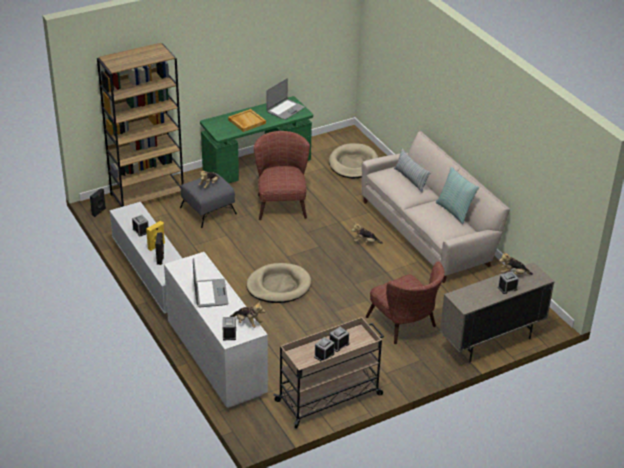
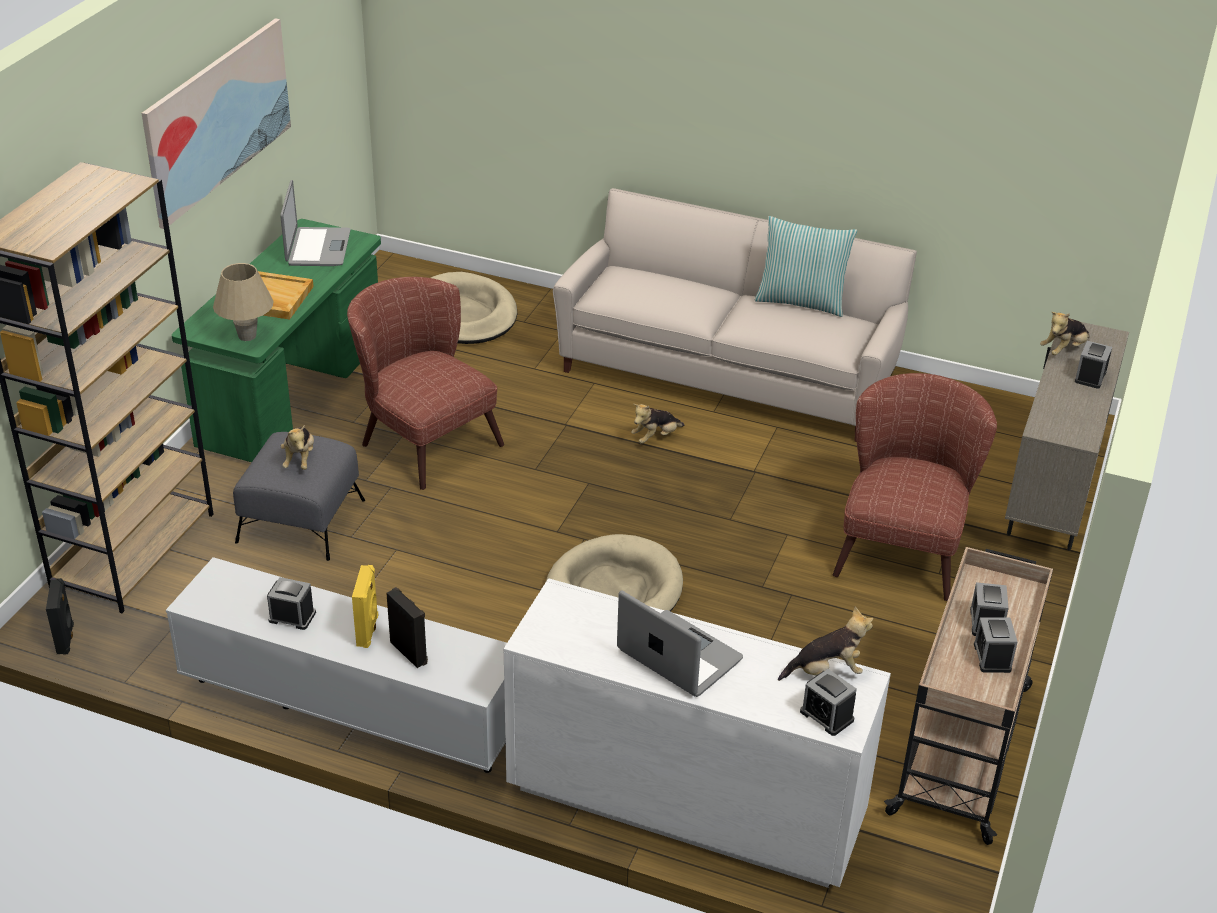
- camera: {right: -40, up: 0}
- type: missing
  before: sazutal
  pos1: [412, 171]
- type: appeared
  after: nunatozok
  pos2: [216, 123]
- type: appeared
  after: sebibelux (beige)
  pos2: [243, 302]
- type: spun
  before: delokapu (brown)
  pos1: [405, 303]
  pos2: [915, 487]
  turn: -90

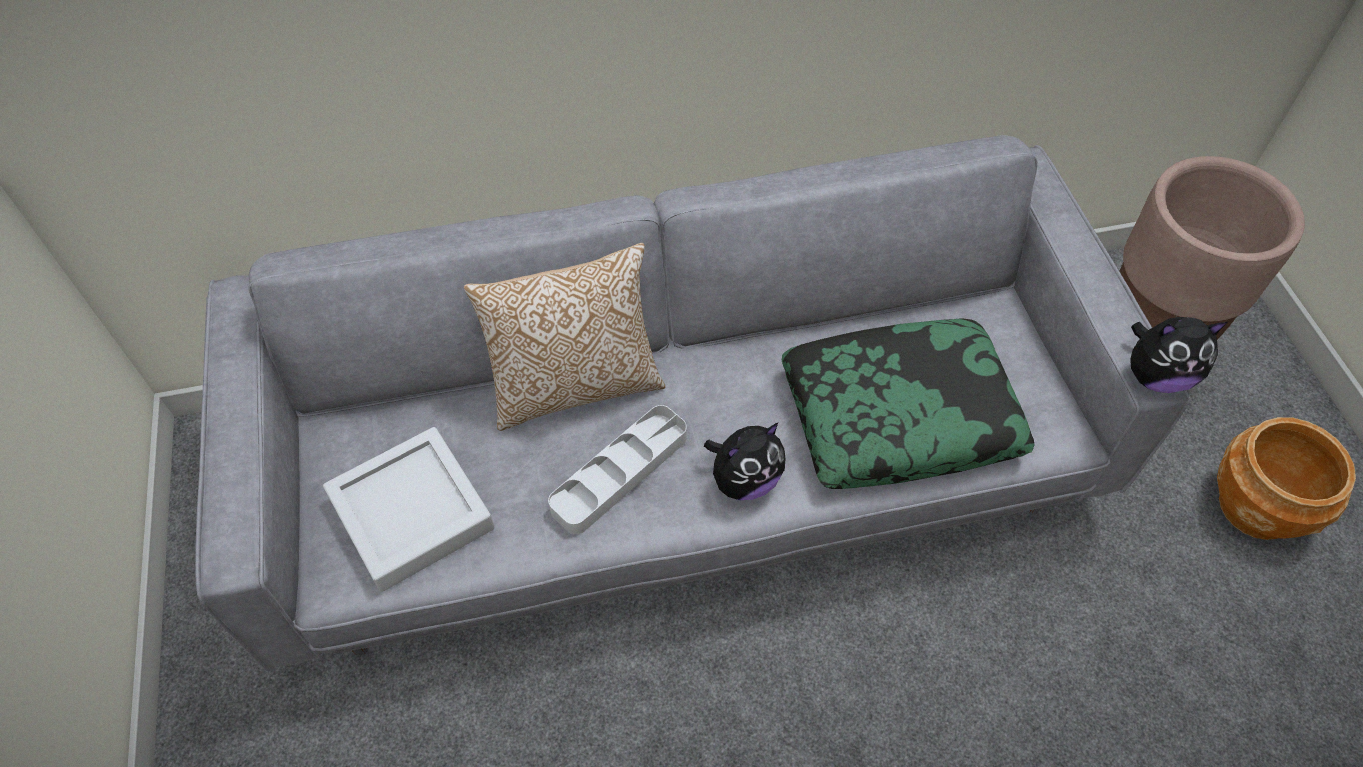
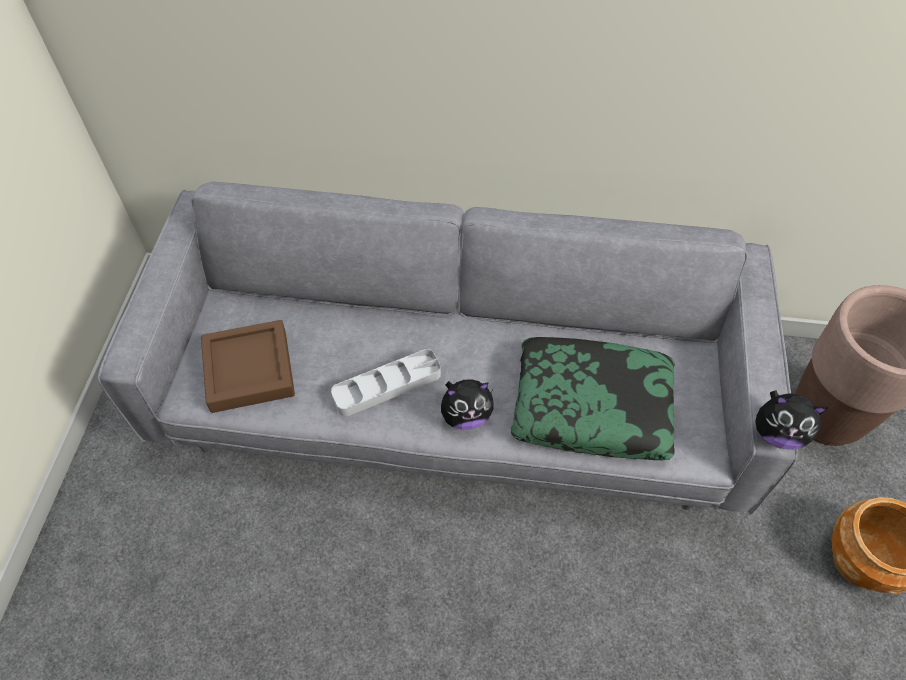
- camera: {right: 20, up: 0}
- type: missing
  before: sazutal
  pos1: [565, 337]
- type: colour
  before: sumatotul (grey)
  after: sumatotul (brown)
  pos1: [409, 509]
  pos2: [248, 366]

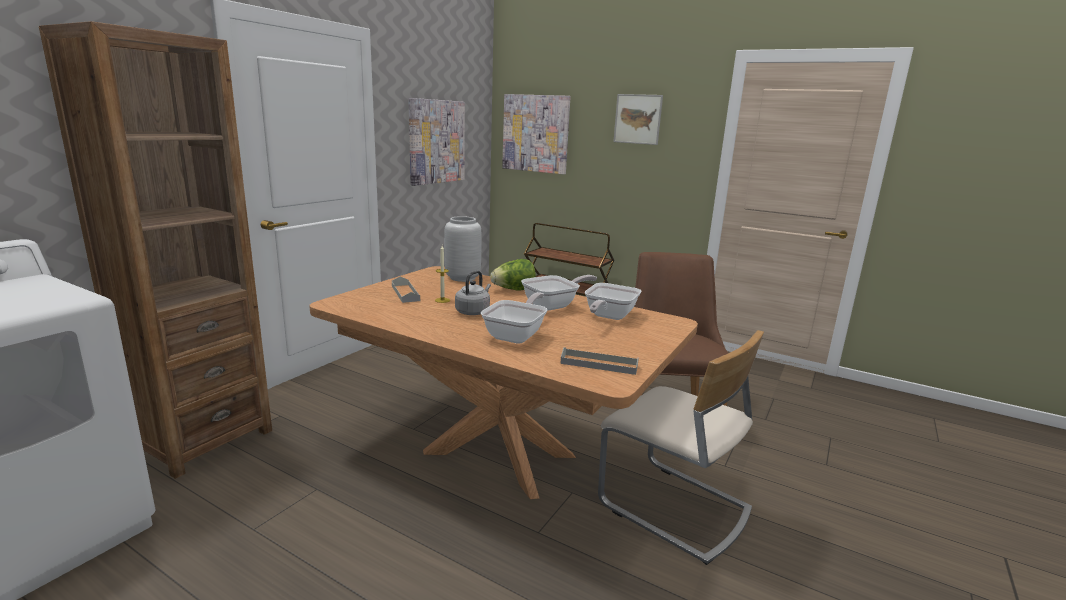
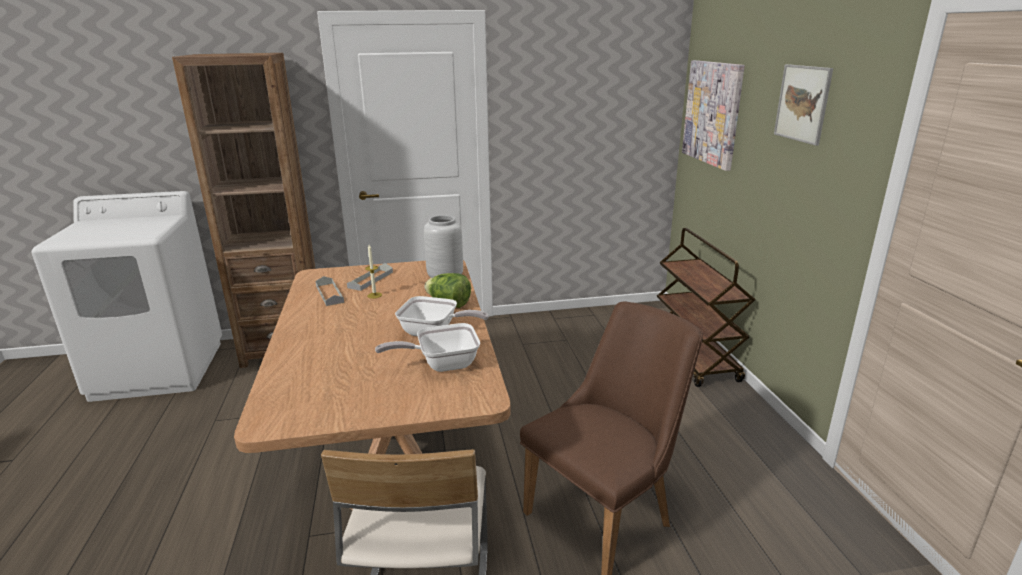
- camera: {right: 50, up: 5}
- type: missing
  before: nunatozok
  pos1: [436, 142]
- type: missing
  before: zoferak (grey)
  pos1: [473, 292]
- type: missing
  before: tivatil
  pos1: [514, 318]
- type: relocated
  before: sumatotul (grey)
  pos1: [599, 361]
  pos2: [329, 291]

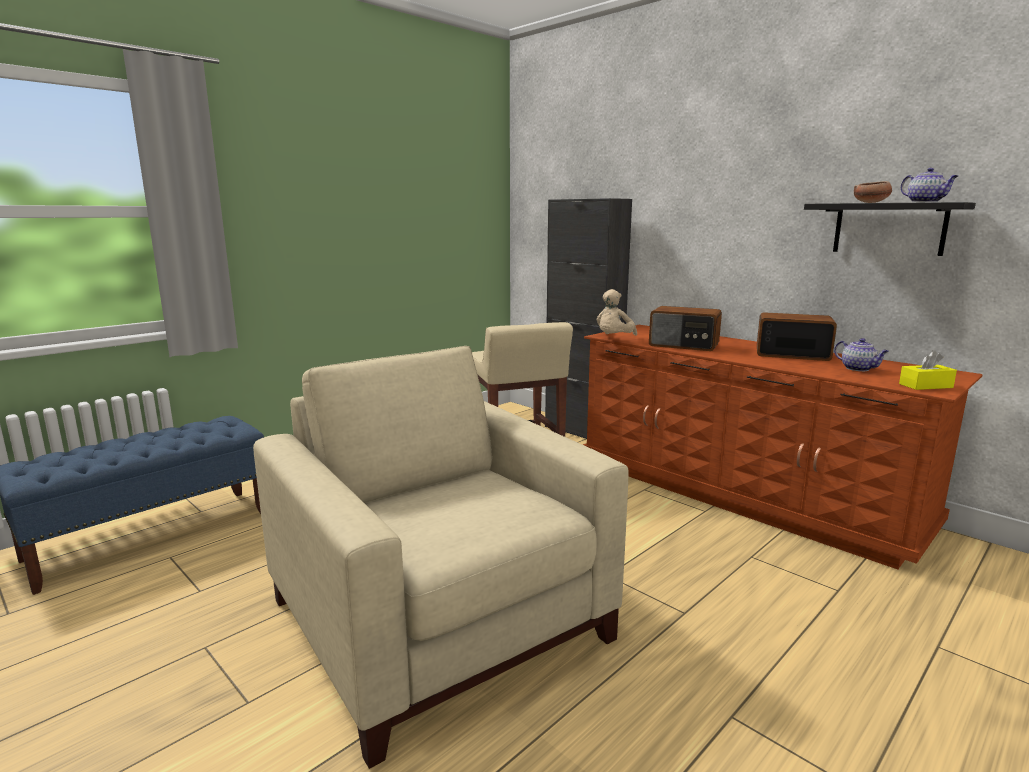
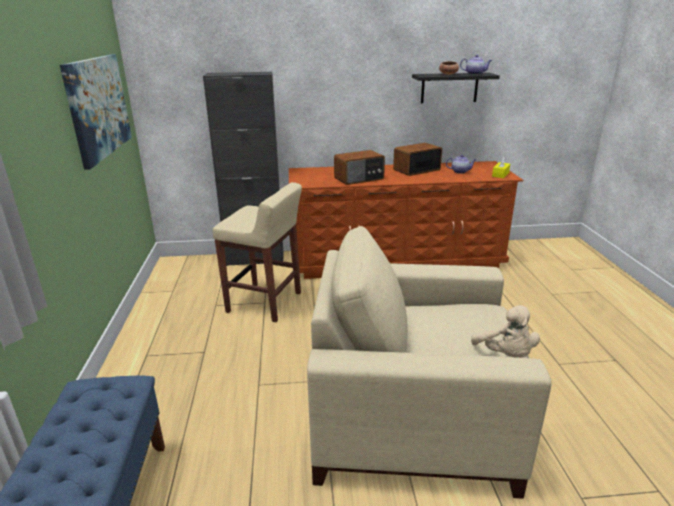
- camera: {right: -50, up: 10}
- type: appeared
  after: nunatozok
  pos2: [96, 112]
- type: relocated
  before: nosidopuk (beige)
  pos1: [617, 312]
  pos2: [505, 331]

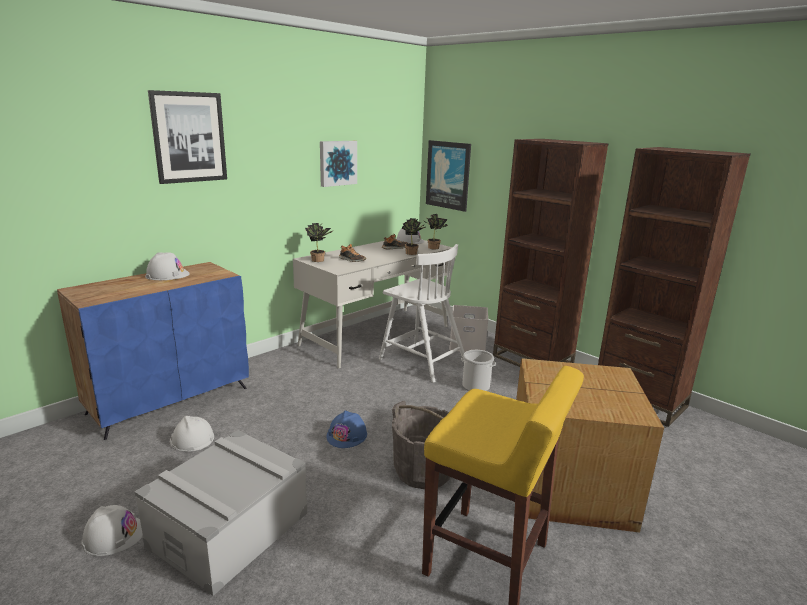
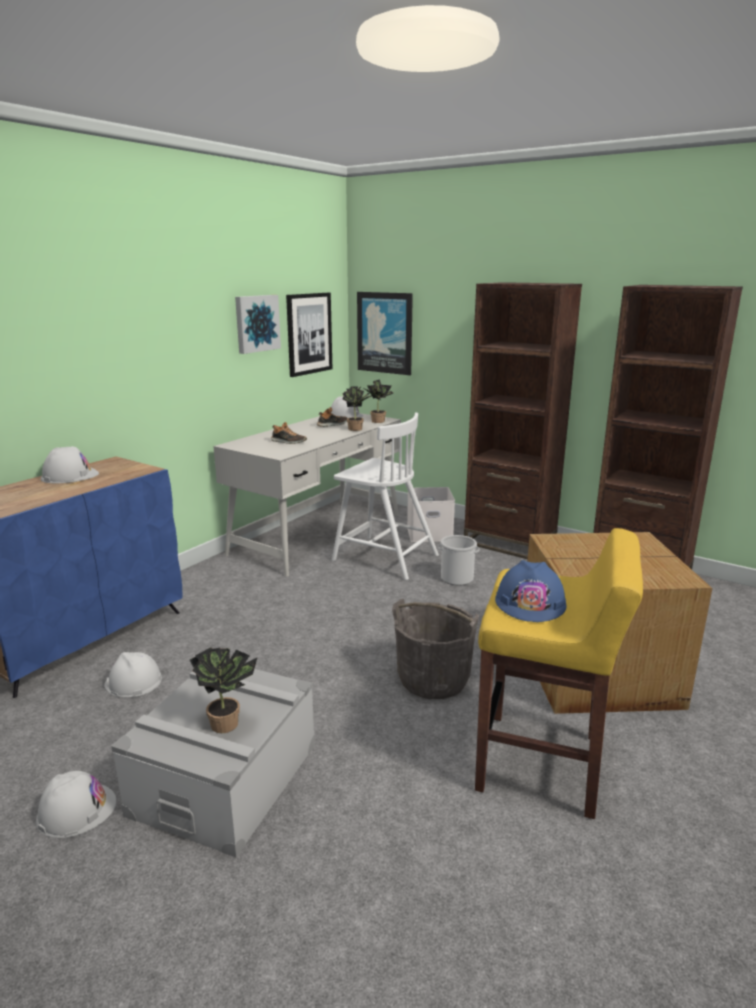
- camera: {right: -10, up: 0}
- type: relocated
  before: nunatozok
  pos1: [187, 137]
  pos2: [309, 335]
- type: relocated
  before: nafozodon
  pos1: [318, 242]
  pos2: [224, 690]
- type: relocated
  before: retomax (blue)
  pos1: [346, 429]
  pos2: [531, 591]

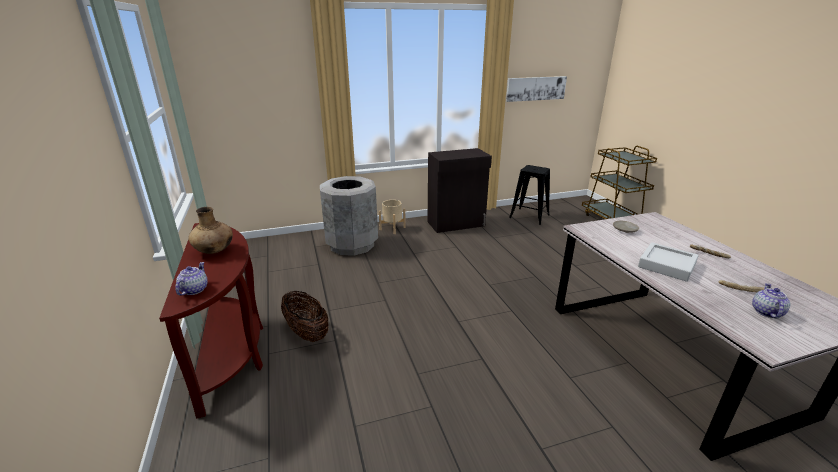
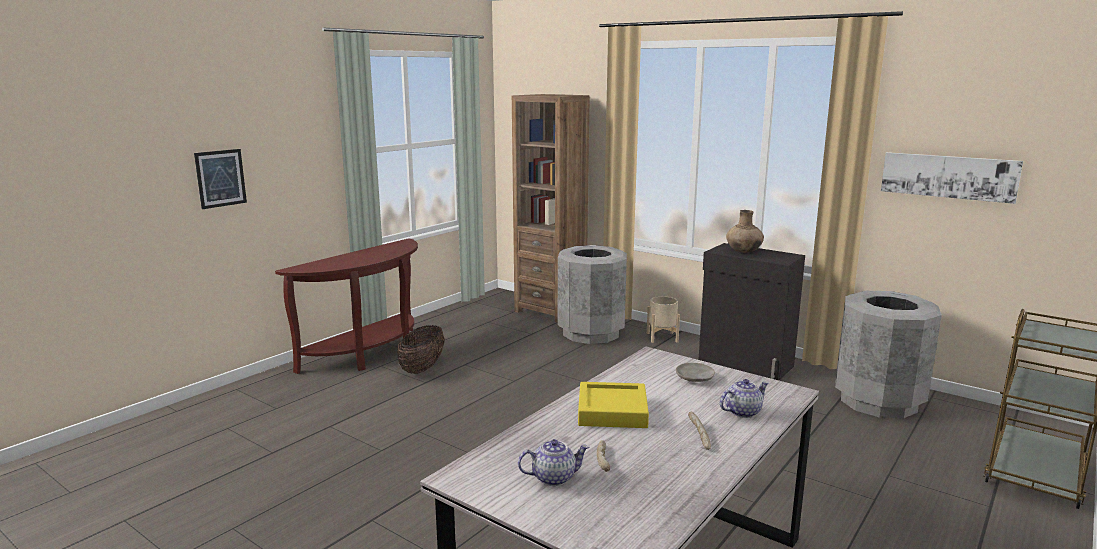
- camera: {right: 55, up: -10}
- type: appeared
  after: nunatozok
  pos2: [220, 179]
- type: appeared
  after: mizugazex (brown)
  pos2: [551, 208]
- type: relocated
  before: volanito
  pos1: [191, 279]
  pos2: [744, 398]
- type: relocated
  before: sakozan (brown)
  pos1: [210, 230]
  pos2: [745, 231]
- type: exchanged
  before: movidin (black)
  after: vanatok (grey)
  pos1: [529, 195]
  pos2: [888, 354]
- type: colour
  before: sumatotul (grey)
  after: sumatotul (yellow)
  pos1: [668, 262]
  pos2: [613, 405]

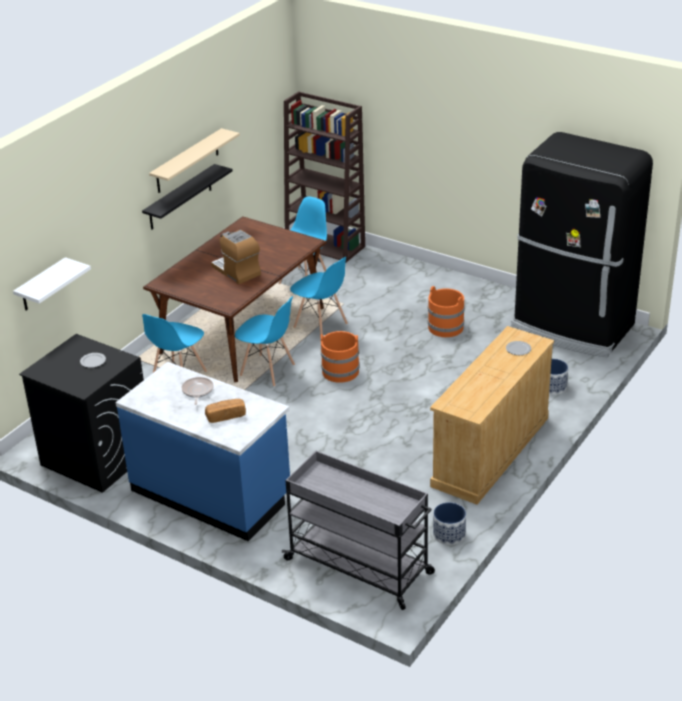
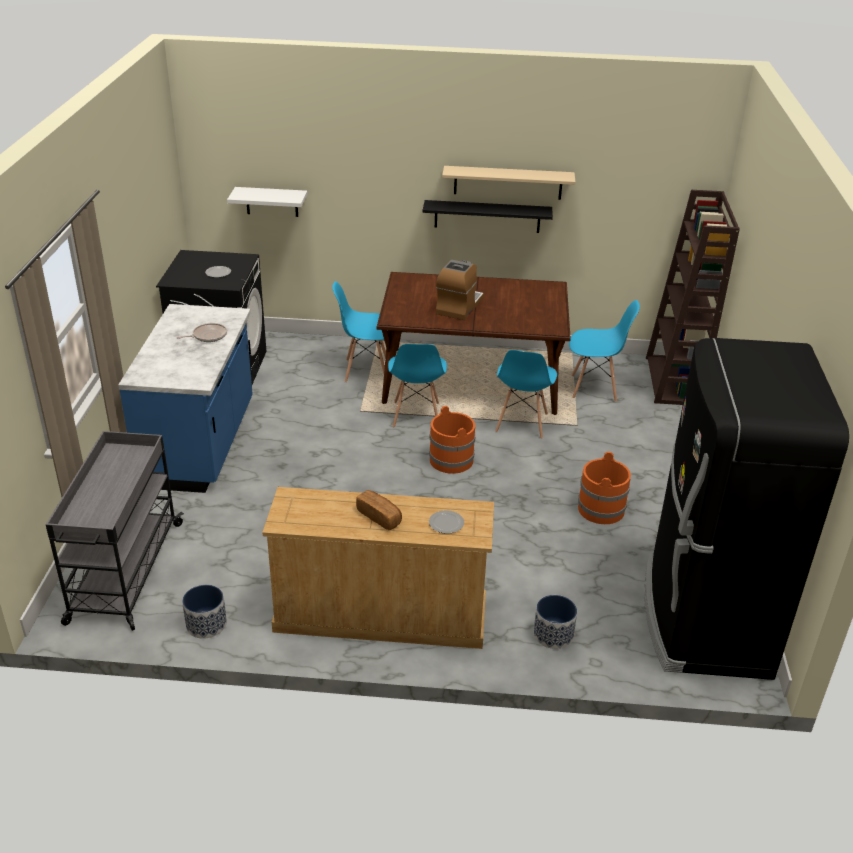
- camera: {right: 60, up: 0}
- type: relocated
  before: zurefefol
  pos1: [225, 411]
  pos2: [379, 510]

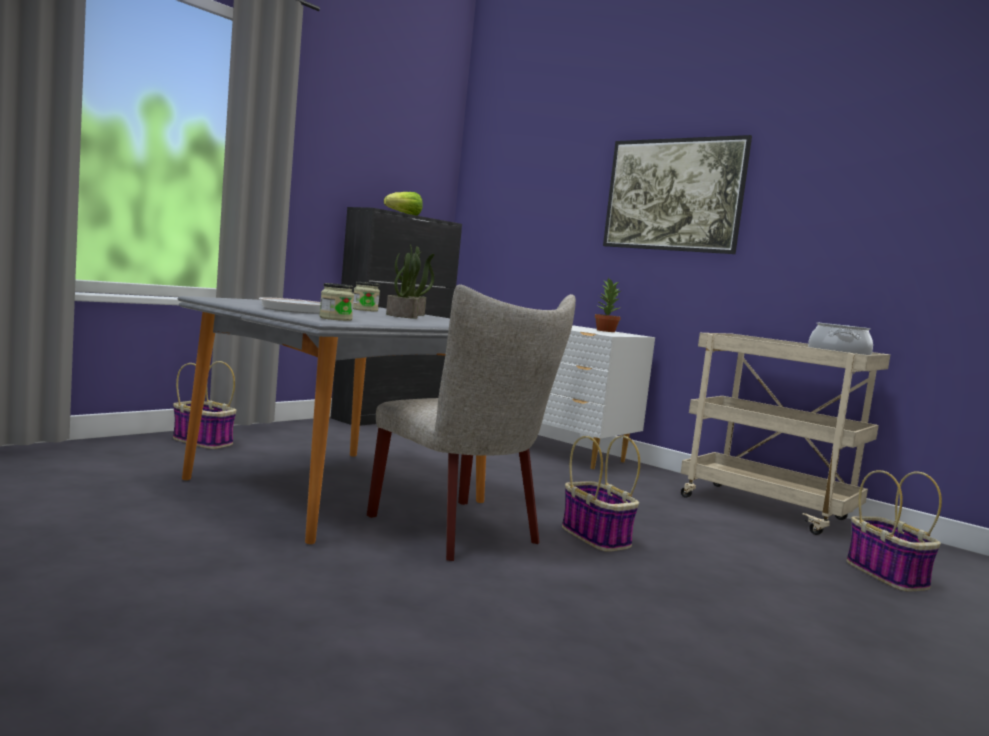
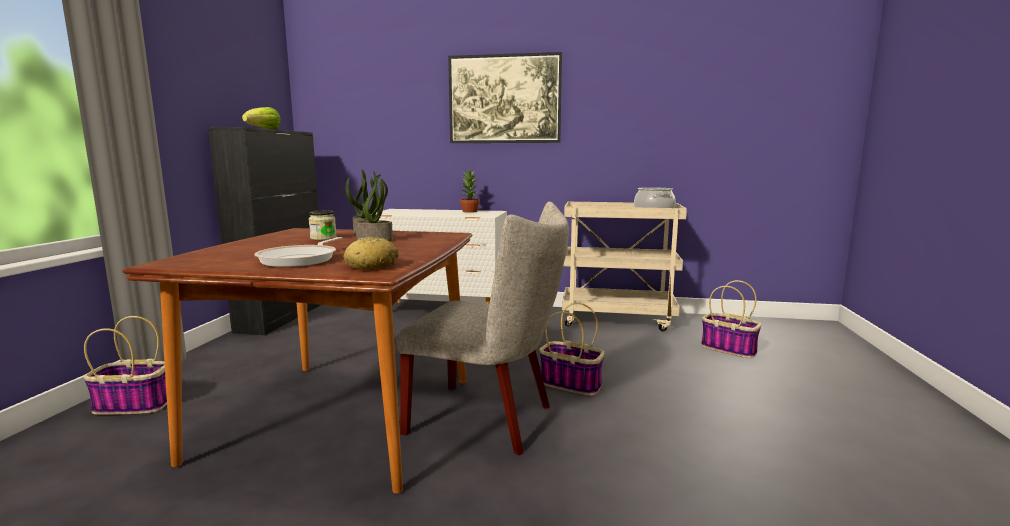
- camera: {right: -30, up: 5}
- type: exchanged
  before: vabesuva
  after: zurefefol
  pos1: [336, 302]
  pos2: [371, 253]
- type: colour
  before: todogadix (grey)
  after: todogadix (brown)
  pos1: [331, 420]
  pos2: [297, 361]

